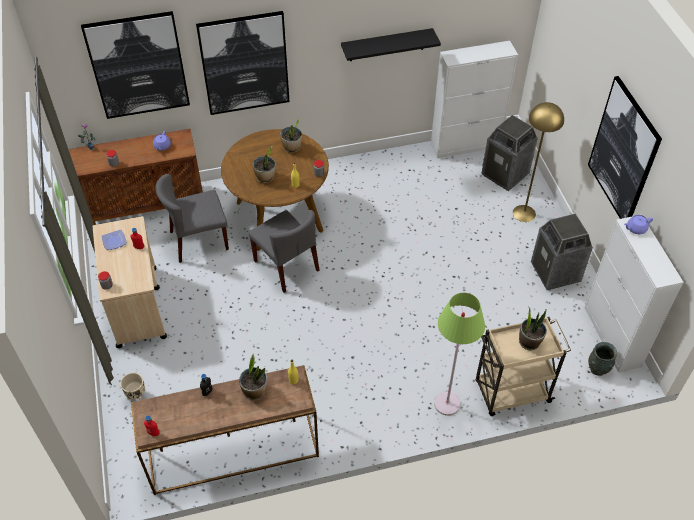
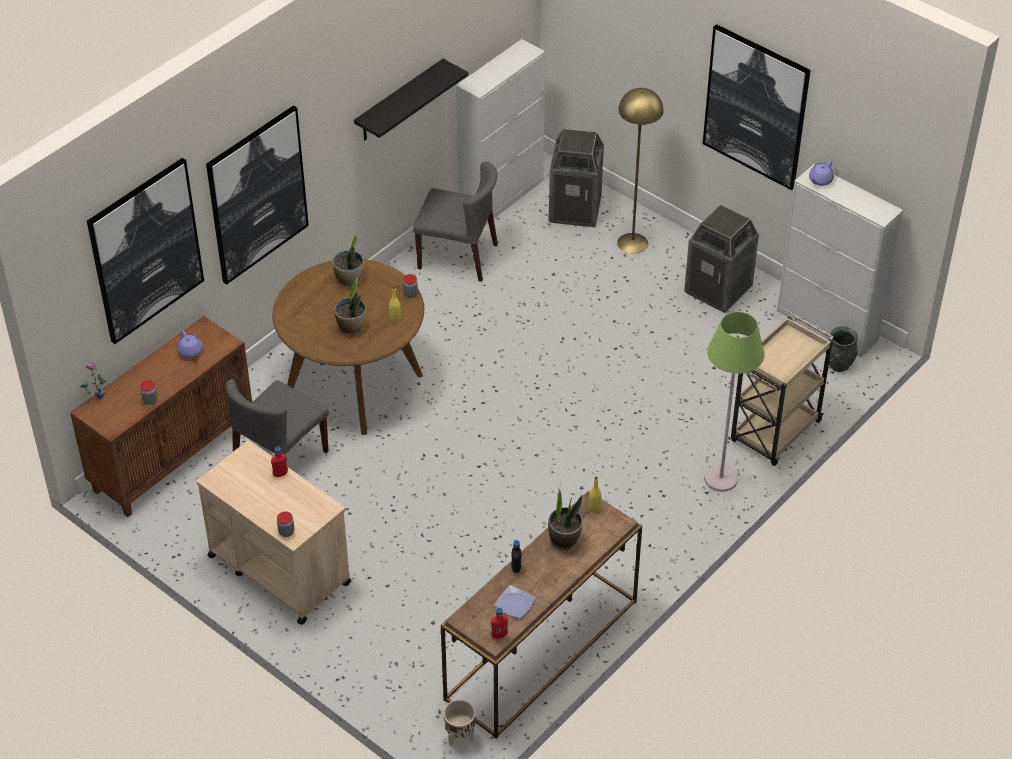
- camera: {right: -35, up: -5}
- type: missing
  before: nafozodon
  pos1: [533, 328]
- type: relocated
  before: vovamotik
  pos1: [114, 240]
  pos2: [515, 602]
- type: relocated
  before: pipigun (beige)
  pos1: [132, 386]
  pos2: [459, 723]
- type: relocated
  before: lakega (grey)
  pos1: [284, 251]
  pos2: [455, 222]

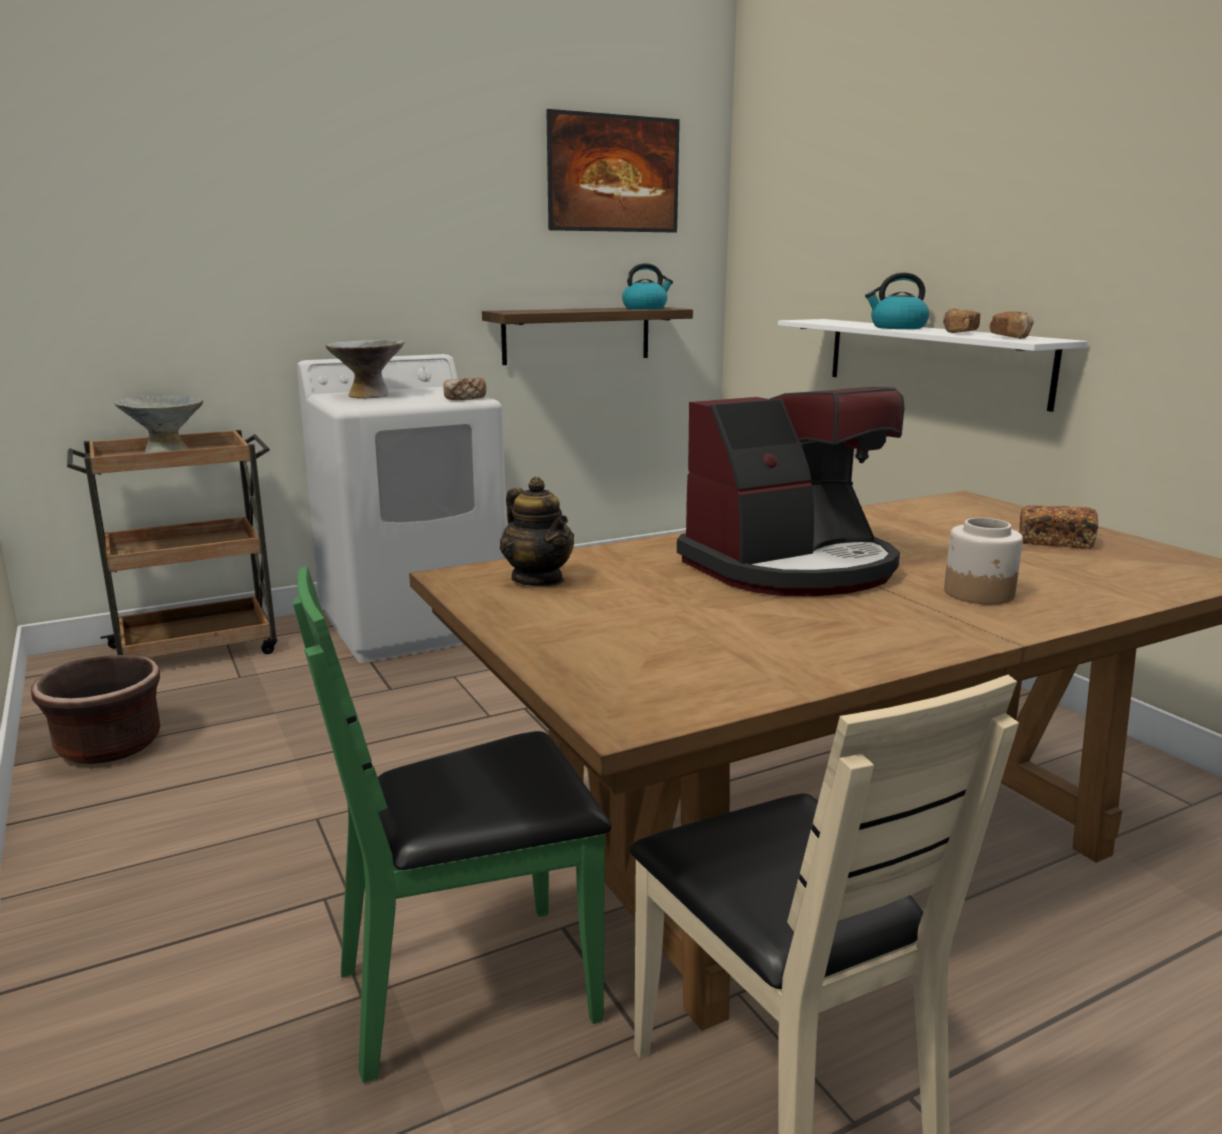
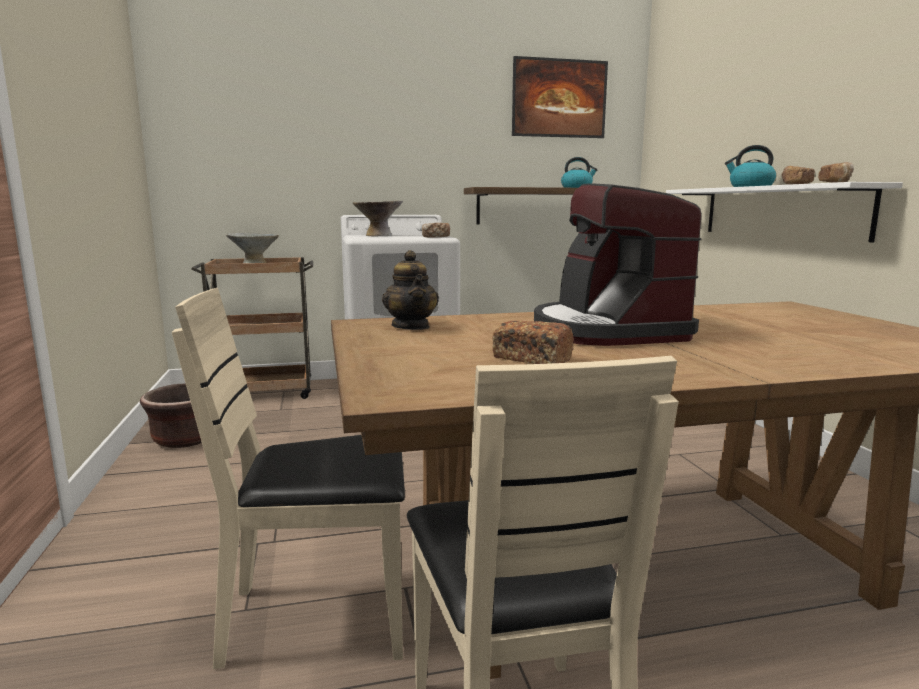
- camera: {right: 15, up: -5}
- type: missing
  before: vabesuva
  pos1: [983, 561]
- type: relocated
  before: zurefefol
  pos1: [1058, 527]
  pos2: [533, 342]
- type: colour
  before: lakega (green)
  after: lakega (beige)
  pos1: [452, 824]
  pos2: [288, 478]
- type: spun
  before: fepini
  pos1: [790, 491]
  pos2: [618, 264]
  turn: 90

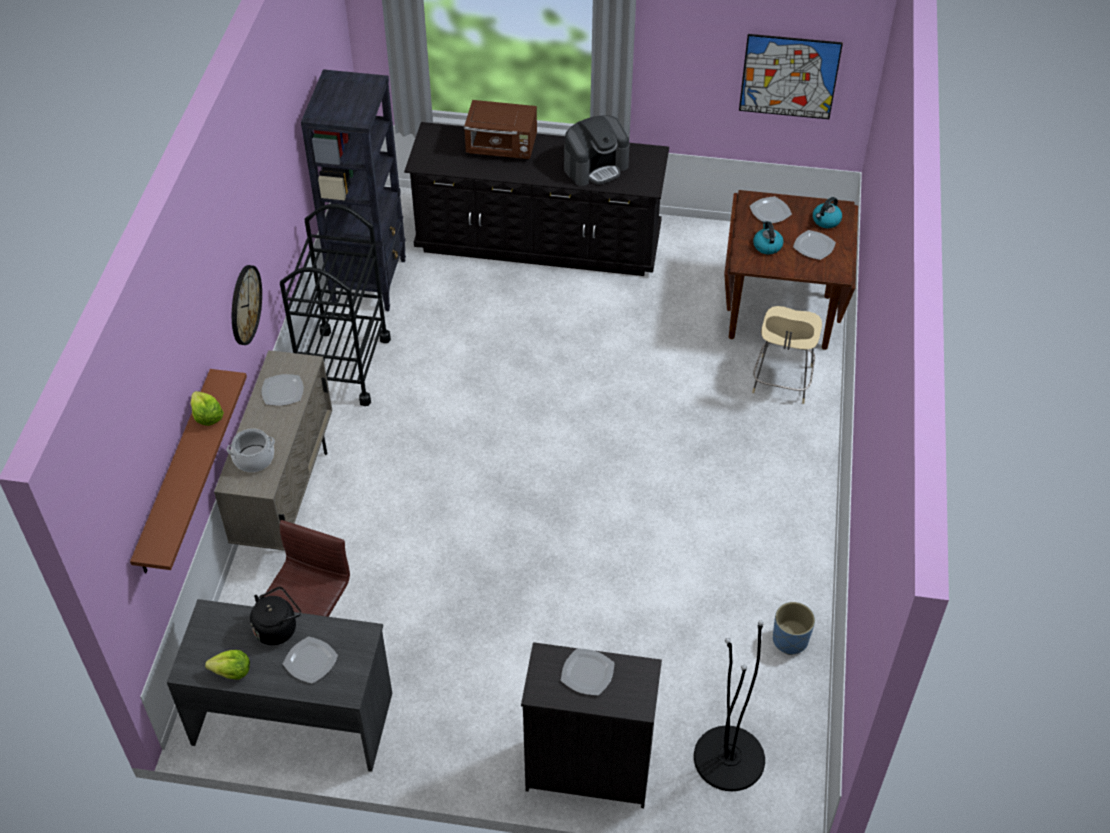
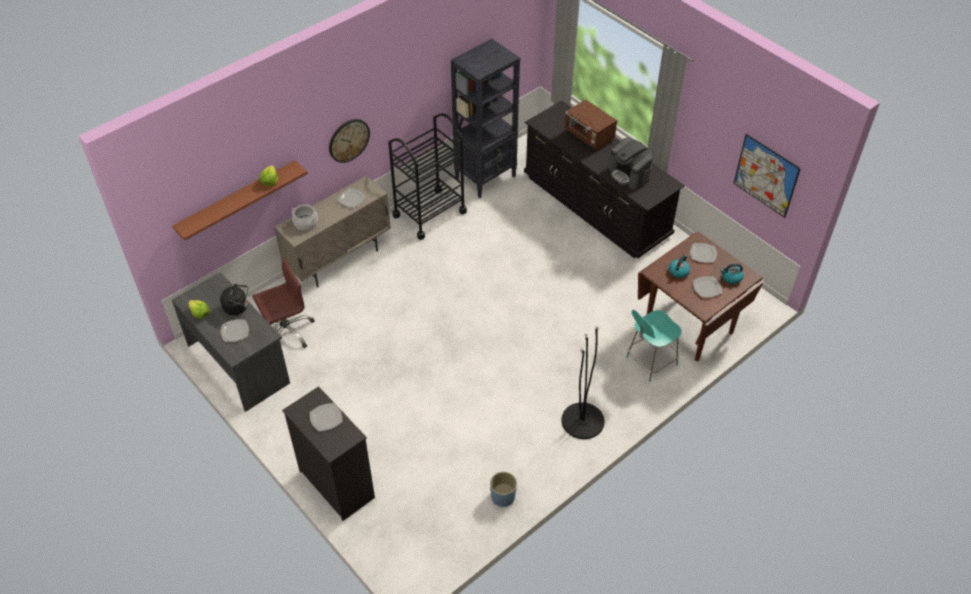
- camera: {right: 40, up: 0}
- type: relocated
  before: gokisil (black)
  pos1: [729, 705]
  pos2: [583, 382]
- type: colour
  before: lakega (beige)
  after: lakega (turquoise)
  pos1: [787, 355]
  pos2: [654, 346]
- type: spun
  before: fepini
  pos1: [596, 150]
  pos2: [630, 164]
  turn: 45

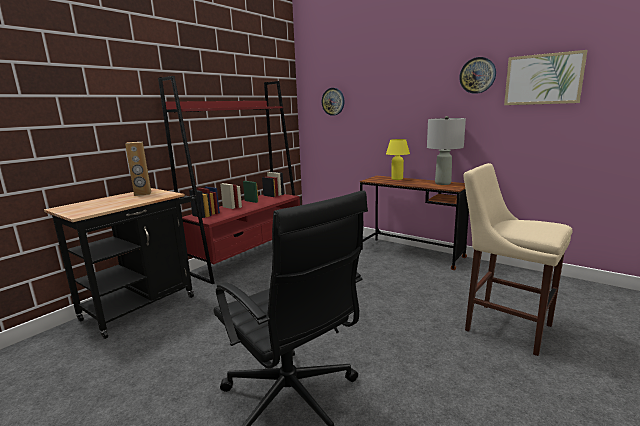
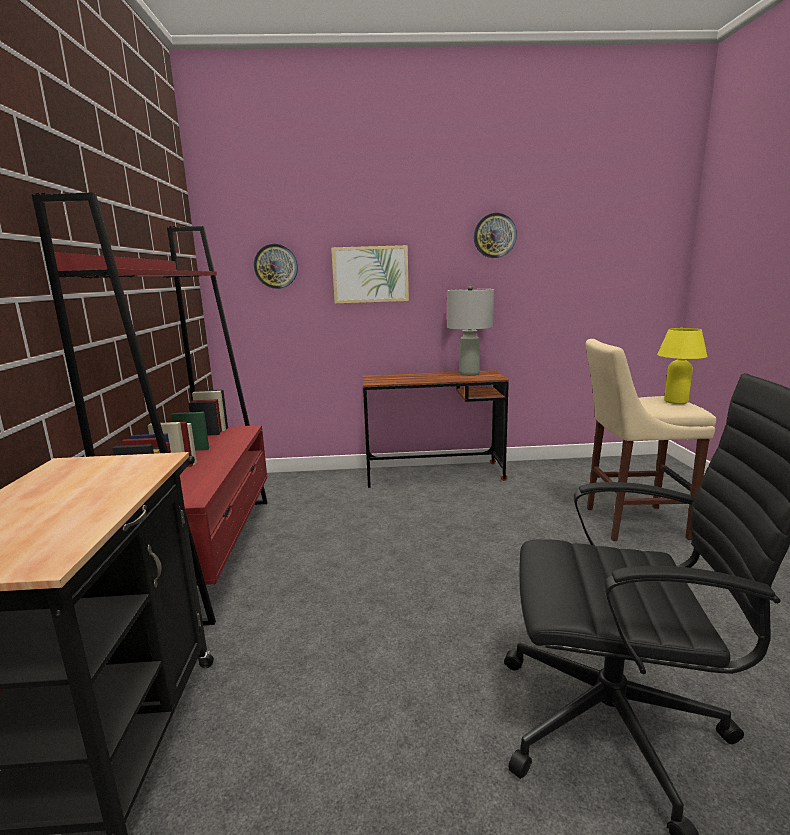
- camera: {right: -40, up: 0}
- type: missing
  before: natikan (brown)
  pos1: [138, 169]
- type: relocated
  before: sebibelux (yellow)
  pos1: [398, 159]
  pos2: [682, 366]
- type: relocated
  before: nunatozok
  pos1: [546, 77]
  pos2: [370, 274]

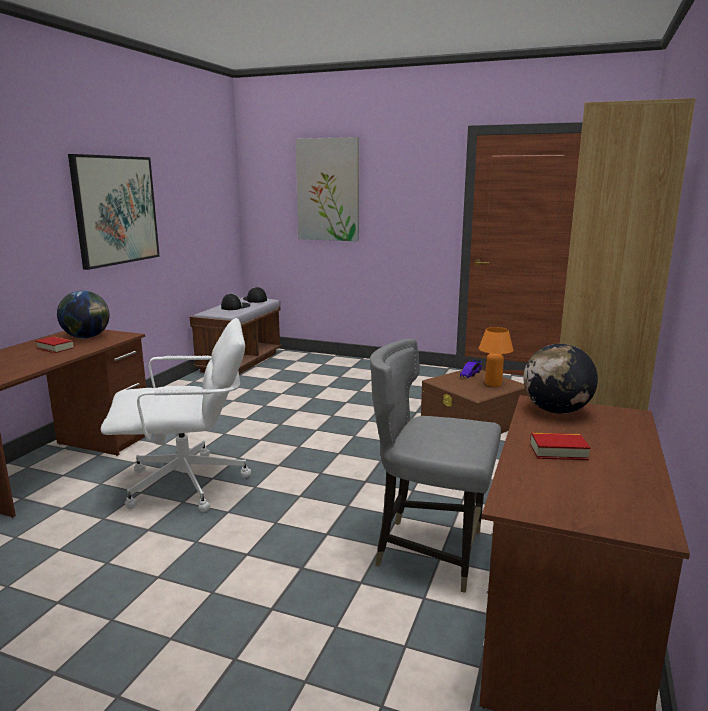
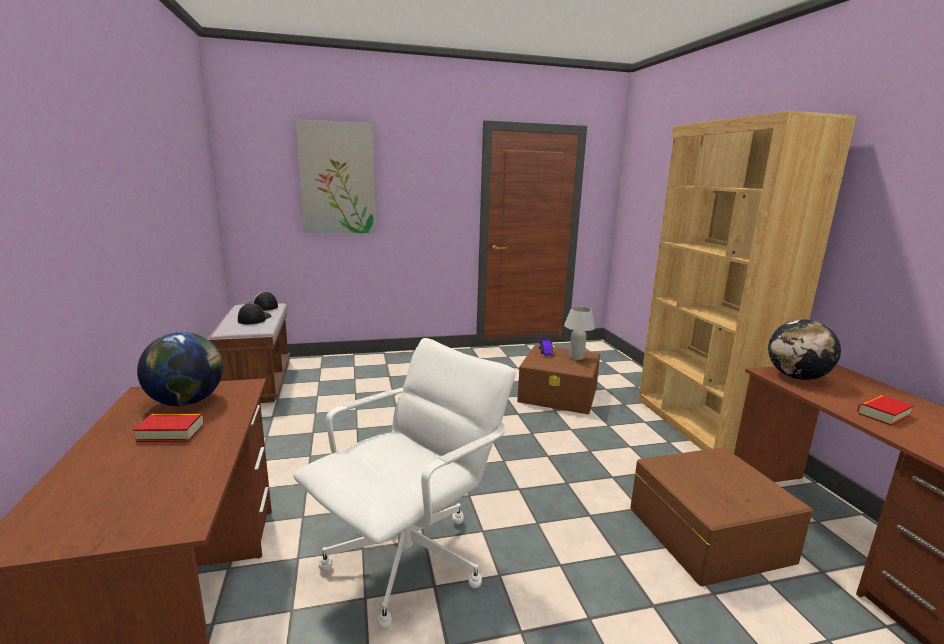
- camera: {right: -35, up: 0}
- type: missing
  before: nunatozok
  pos1: [114, 212]
- type: exchanged
  before: lakega (grey)
  after: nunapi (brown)
  pos1: [435, 466]
  pos2: [721, 516]
- type: colour
  before: sebibelux (orange)
  after: sebibelux (white)
  pos1: [496, 357]
  pos2: [579, 333]

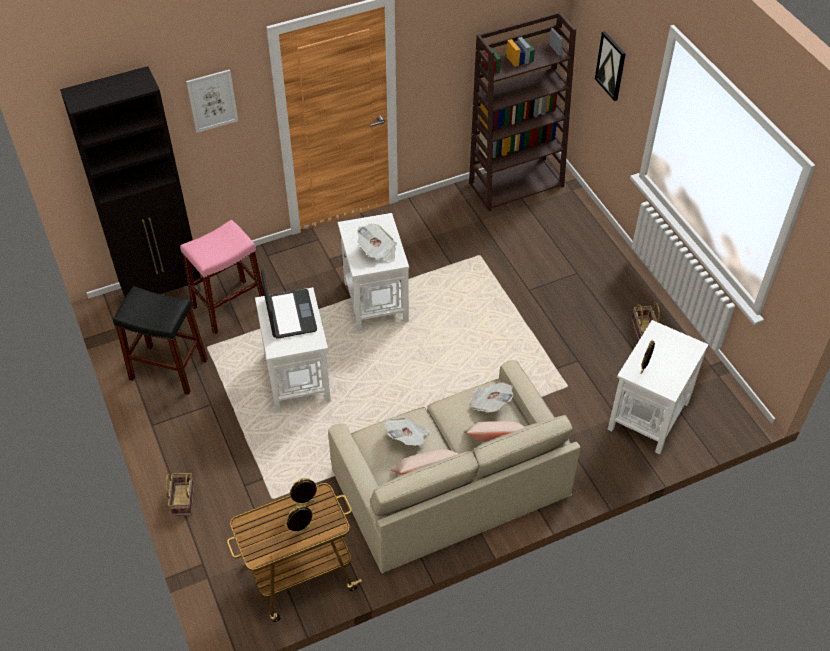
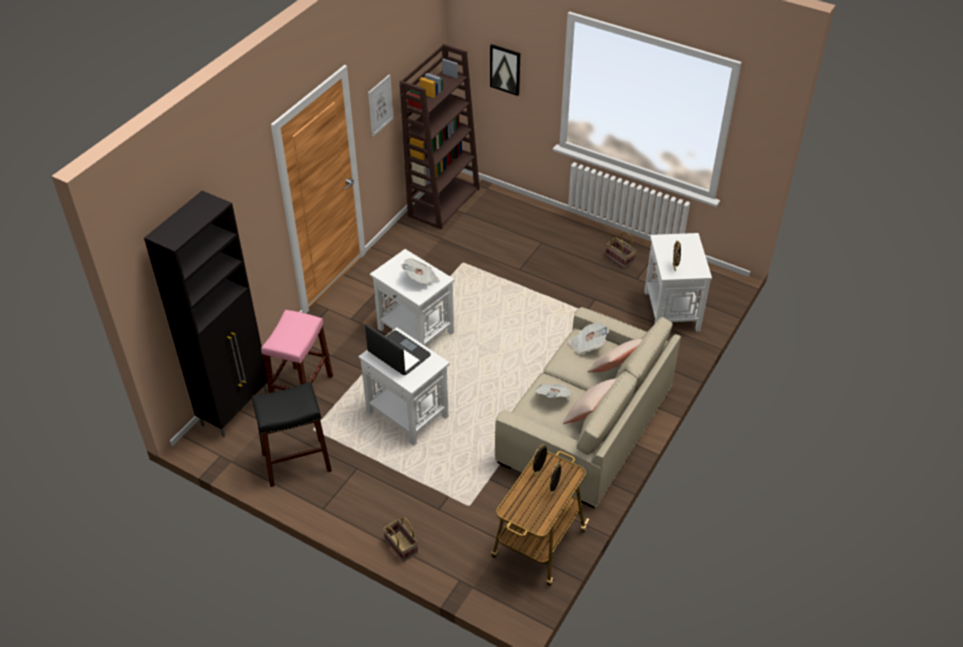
- camera: {right: -35, up: -5}
- type: relocated
  before: nunatozok
  pos1: [212, 101]
  pos2: [380, 106]

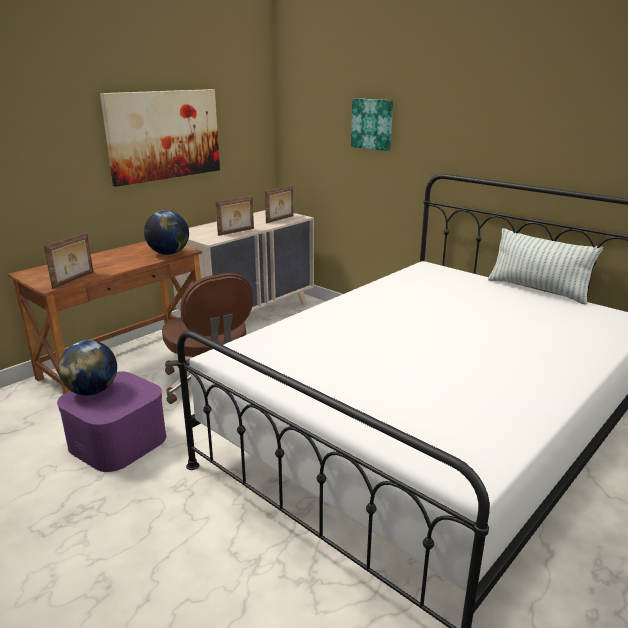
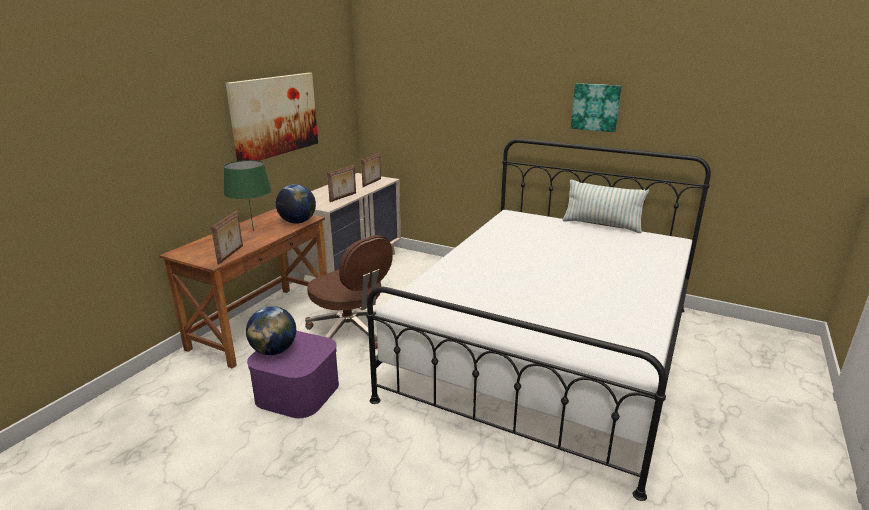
- camera: {right: -15, up: 0}
- type: appeared
  after: sebibelux (green)
  pos2: [248, 195]
- type: relocated
  before: nunatozok
  pos1: [372, 124]
  pos2: [596, 107]

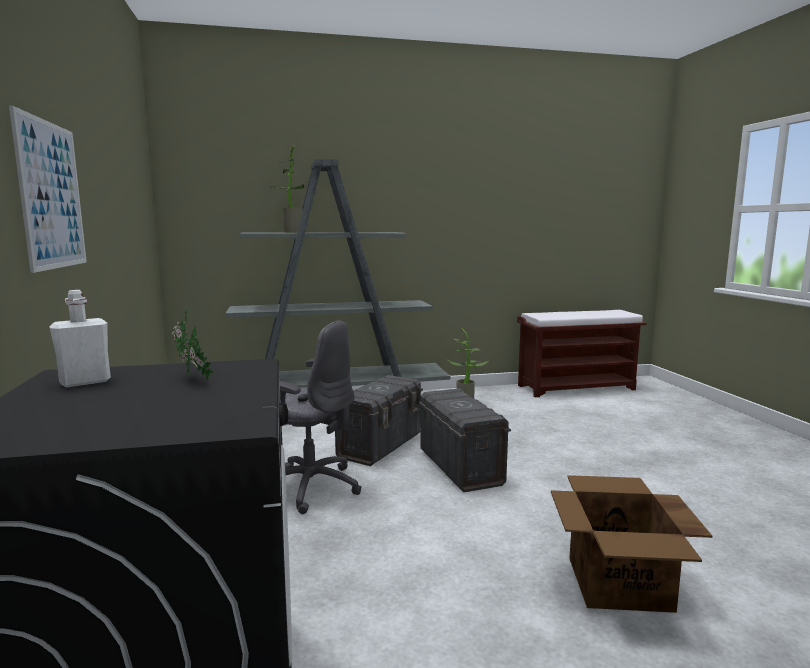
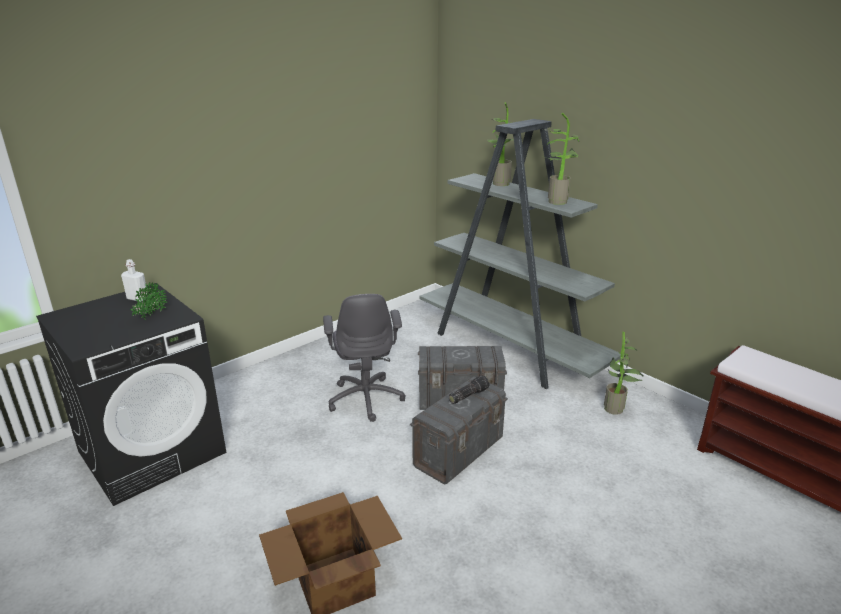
- camera: {right: 60, up: 15}
- type: missing
  before: nunatozok
  pos1: [48, 189]
- type: appeared
  after: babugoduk
  pos2: [469, 389]
- type: appeared
  after: nafozodon
  pos2: [561, 159]

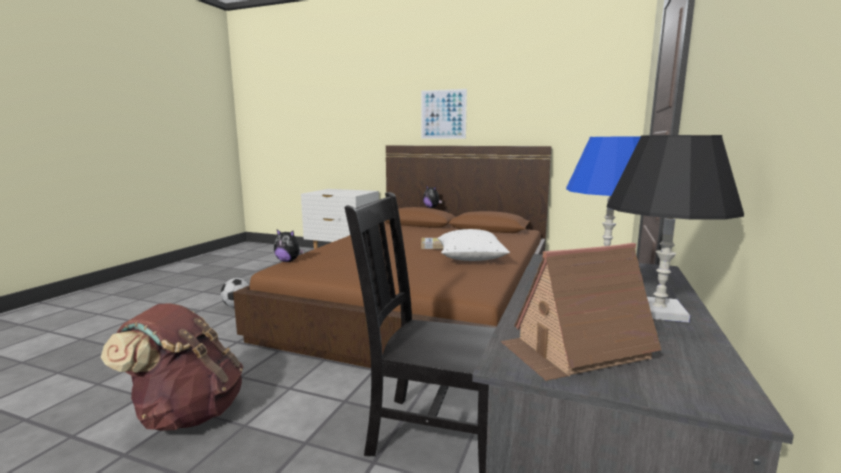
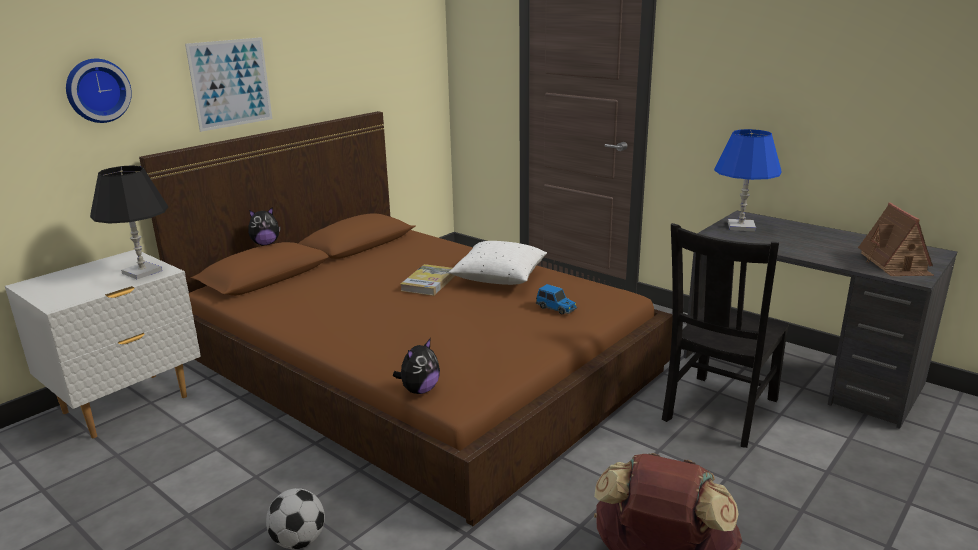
- camera: {right: -70, up: 10}
- type: appeared
  after: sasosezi
  pos2: [99, 91]
- type: appeared
  after: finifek
  pos2: [556, 299]
- type: relocated
  before: sebibelux (black)
  pos1: [675, 228]
  pos2: [129, 222]

